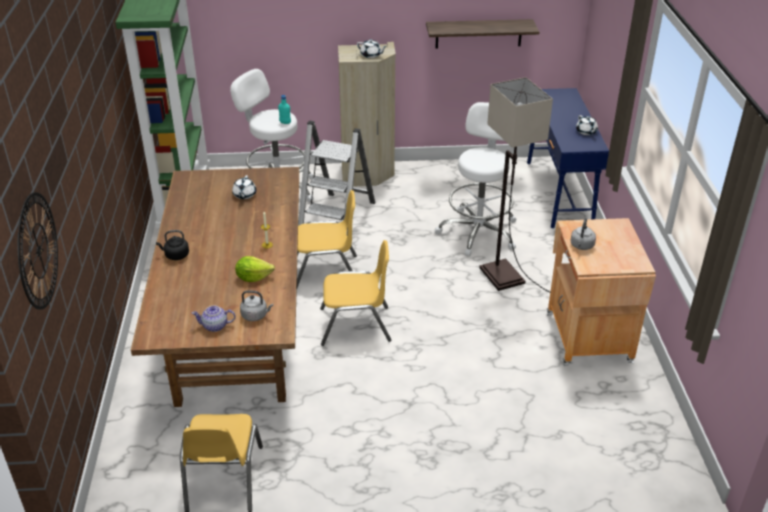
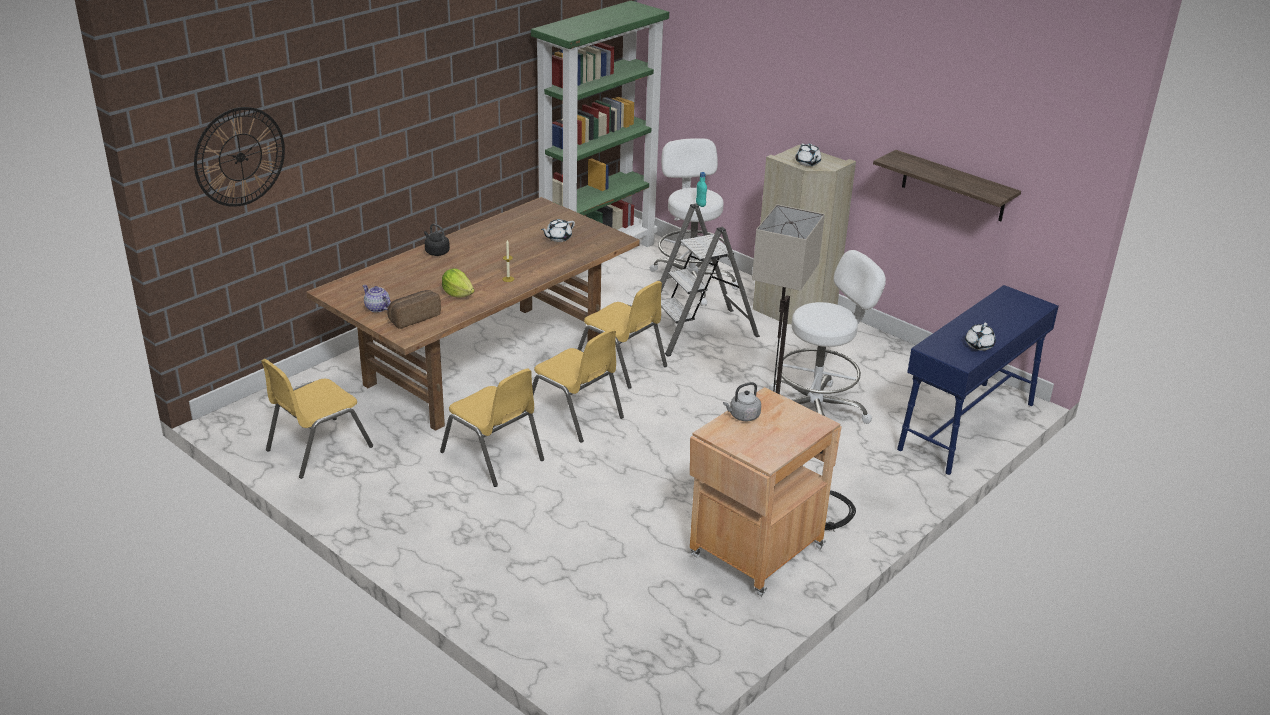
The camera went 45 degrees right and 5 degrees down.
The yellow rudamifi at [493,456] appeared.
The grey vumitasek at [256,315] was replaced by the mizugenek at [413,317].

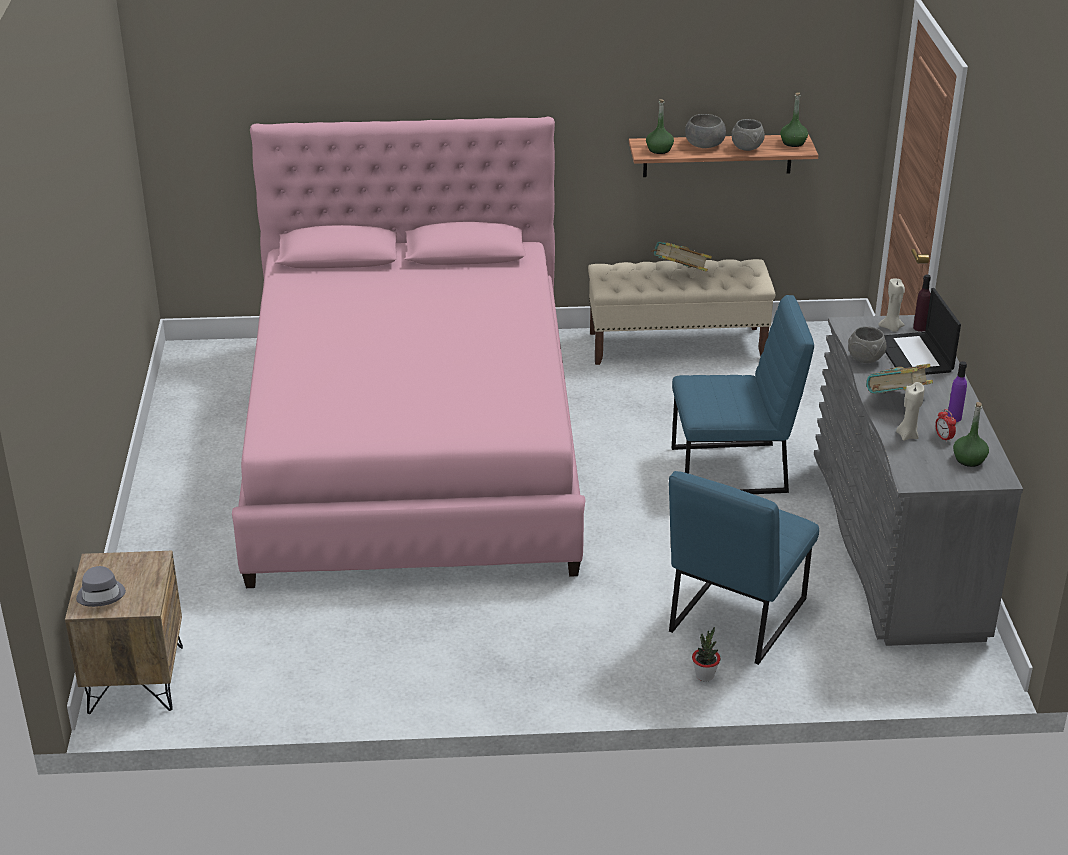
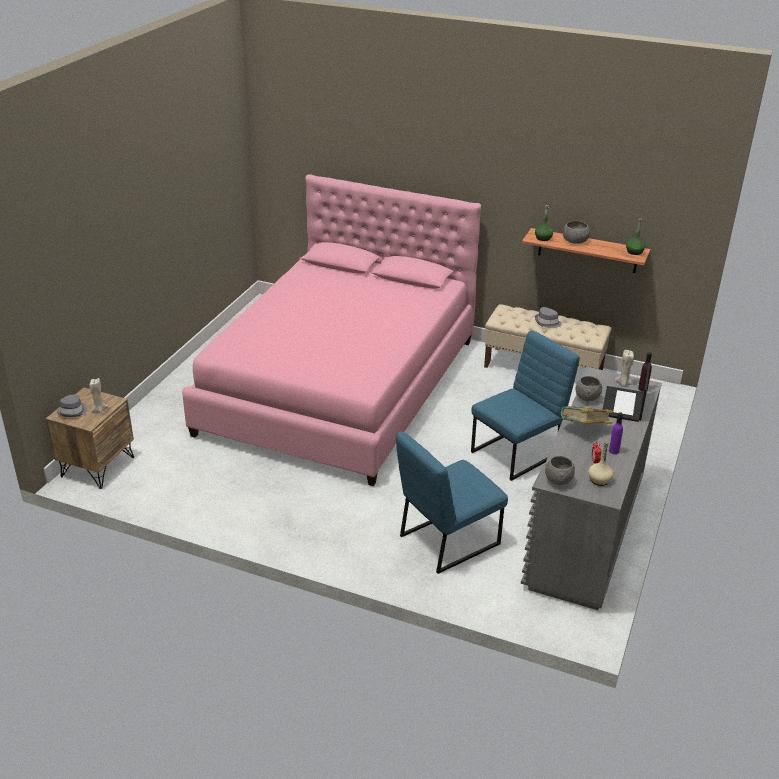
The camera went 25 degrees right and 0 degrees up.
The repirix at [704,675] disappeared.
The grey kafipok moved from [747,148] to [558,481].
The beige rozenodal moved from [907,435] to [99,409].
The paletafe at [679,274] was replaced by the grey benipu at [547,322].
The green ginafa at [969,459] became the beige ginafa at [599,480].
The blue rudamifi at [733,470] turned 60 degrees counterclockwise.

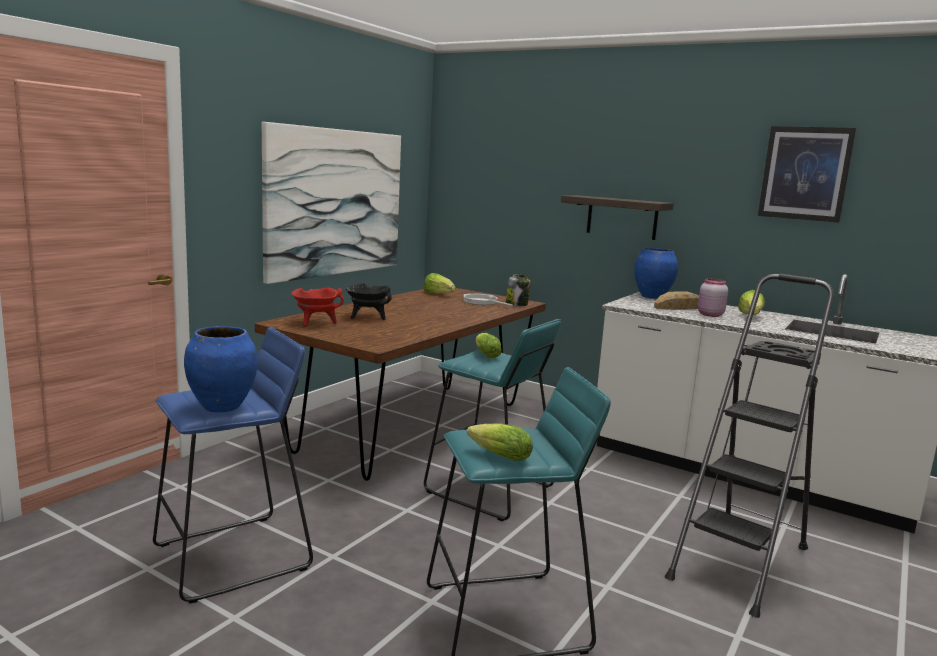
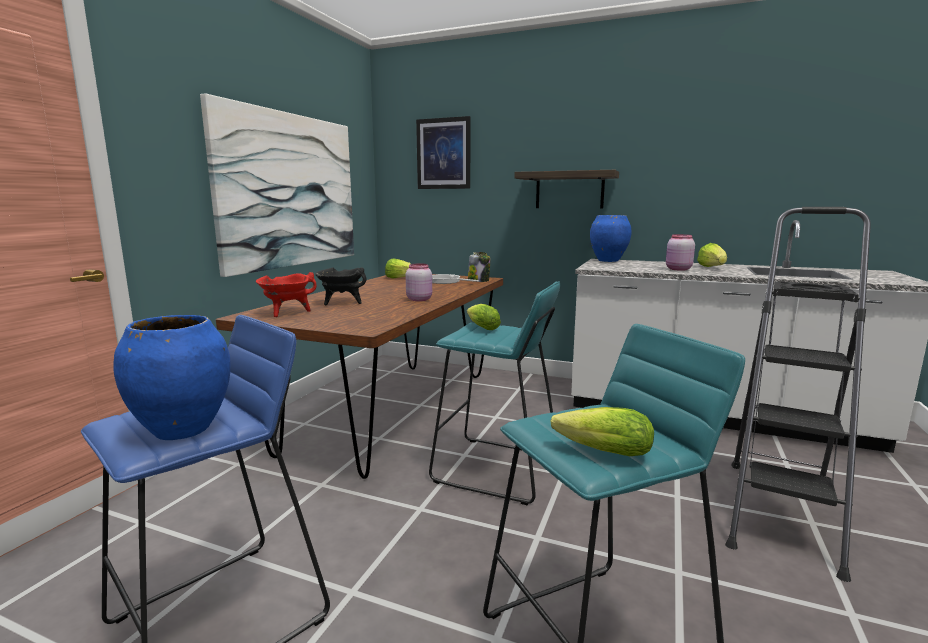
The camera went 10 degrees left and 0 degrees up.
The mizugenek at [678,307] disappeared.
The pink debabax at [419,299] appeared.
The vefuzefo moved from [805,173] to [443,154].

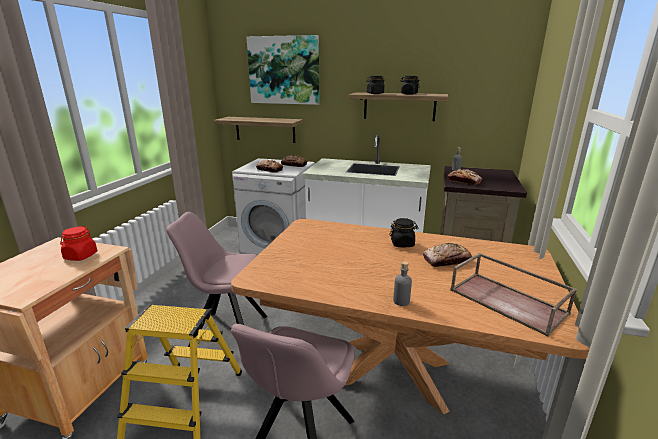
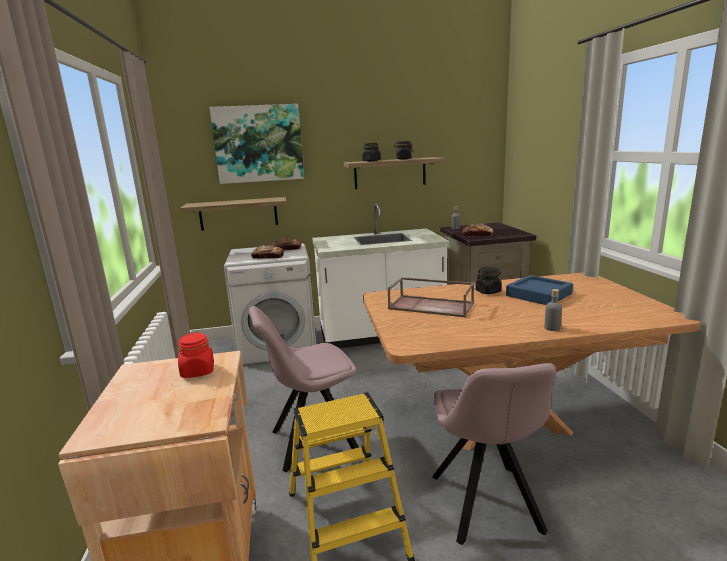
The camera went 25 degrees left and 5 degrees down.
The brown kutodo moved from [508,301] to [432,306].
The mizugenek at [446,260] was replaced by the blue kutodo at [538,295].

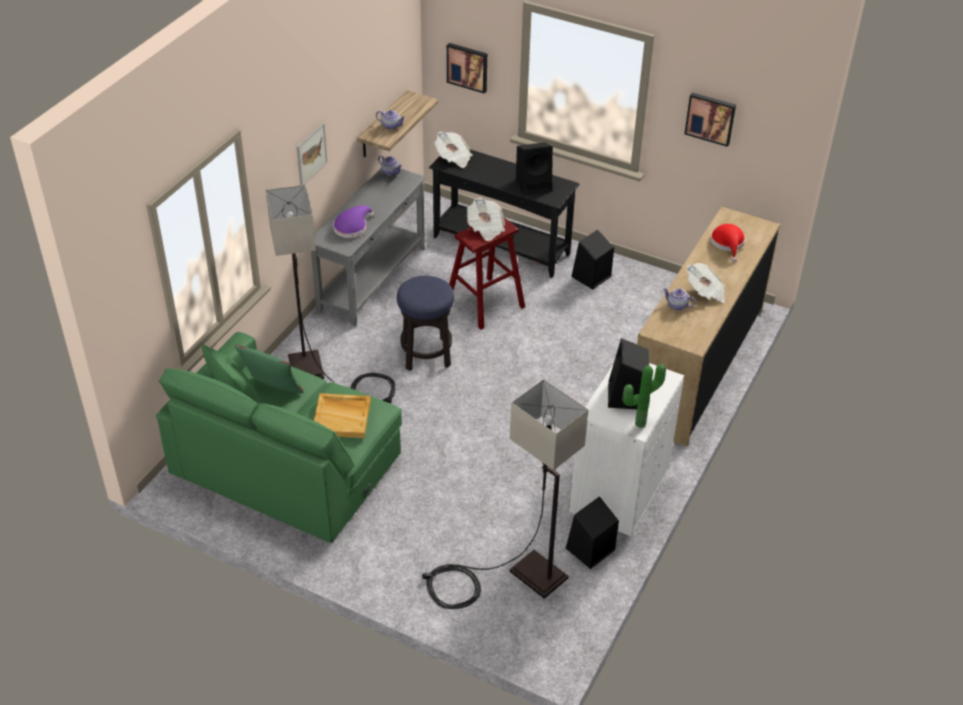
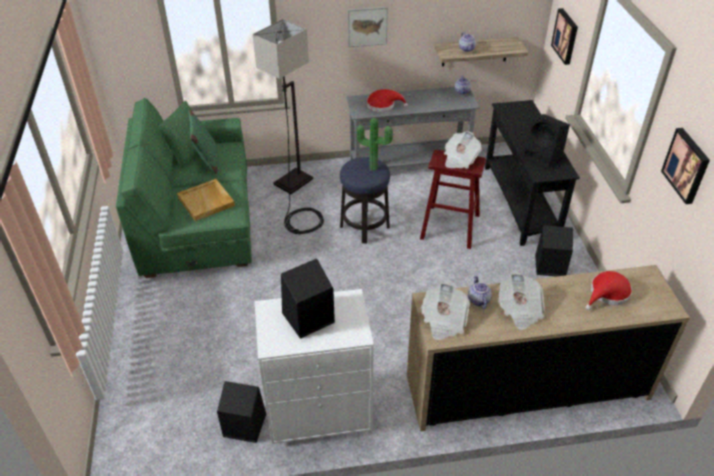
The camera went 55 degrees right and 0 degrees up.
The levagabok at [492,581] disappeared.
The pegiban moved from [453,158] to [443,321].
The repirix moved from [638,422] to [374,167].
The purple benipu at [352,227] became the red benipu at [383,105].

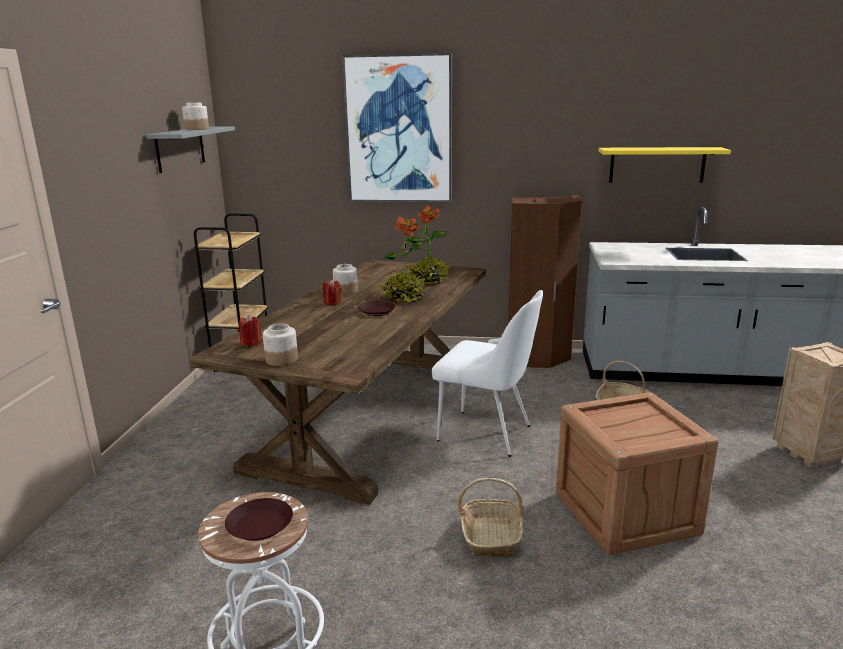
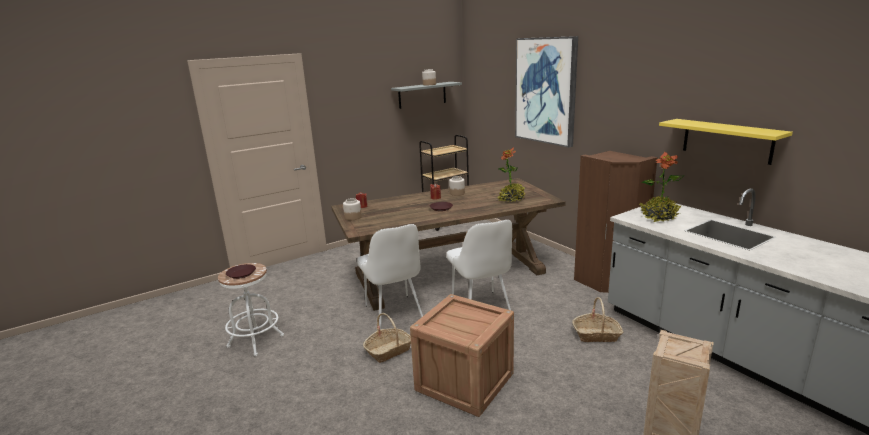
The camera went 50 degrees right and 0 degrees up.
The white rudamifi at [395,313] appeared.
The repirix moved from [404,297] to [658,217].

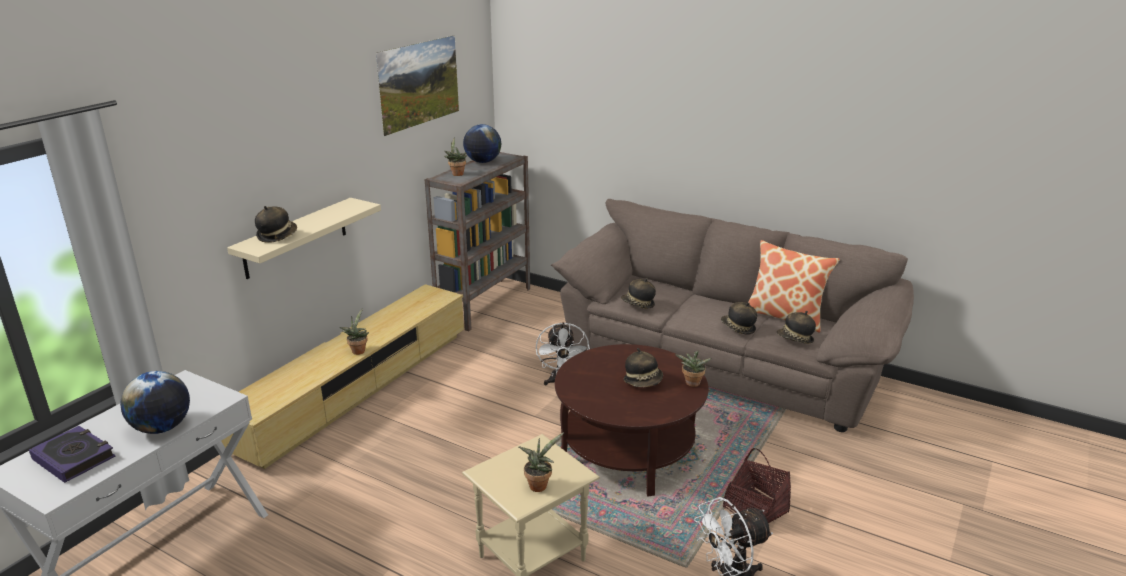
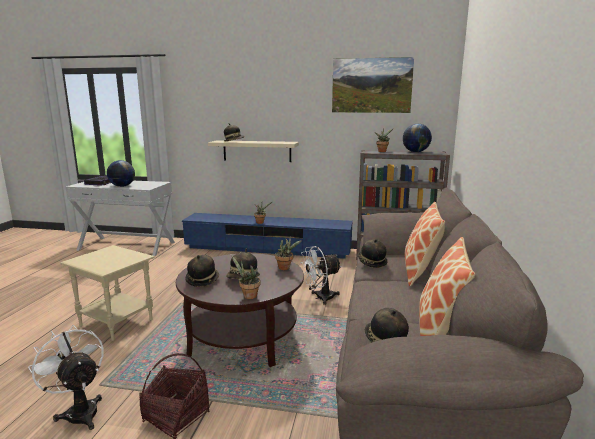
The camera went 70 degrees right and 10 degrees down.
The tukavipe at [420,272] appeared.
The repirix moved from [539,484] to [286,268].
The benipu moved from [737,328] to [202,280].
The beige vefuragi at [357,389] became the blue vefuragi at [267,249].

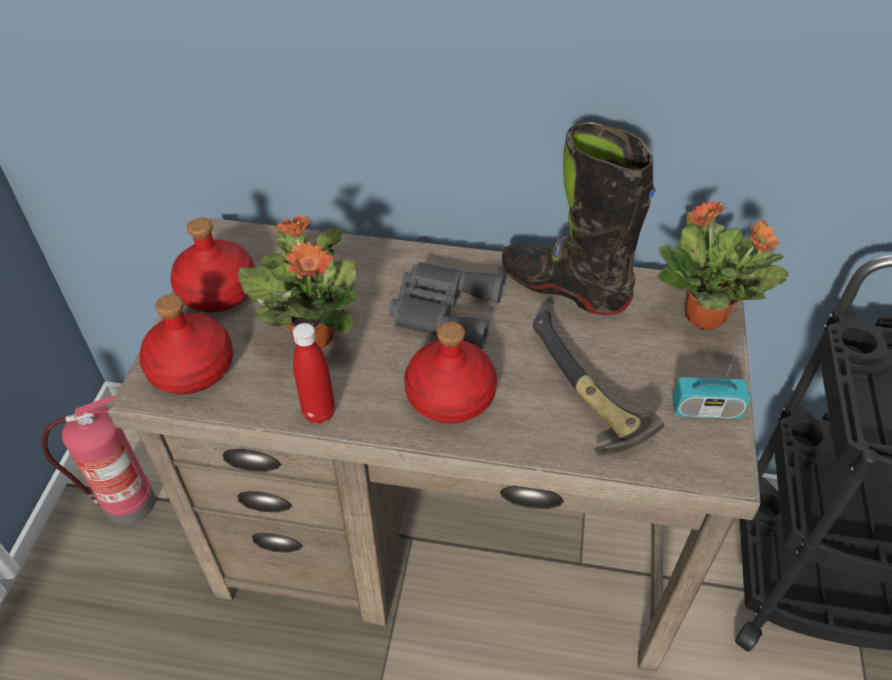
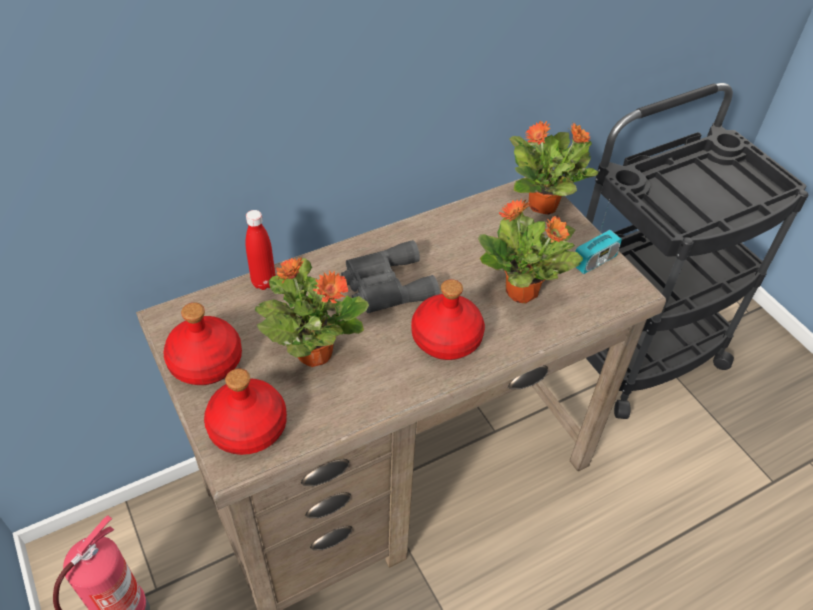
The camera went 40 degrees left and 0 degrees up.
The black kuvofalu at [564,287] disappeared.
The red ginafa moved from [319,412] to [264,282].
The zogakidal at [582,396] was replaced by the repirix at [522,292].

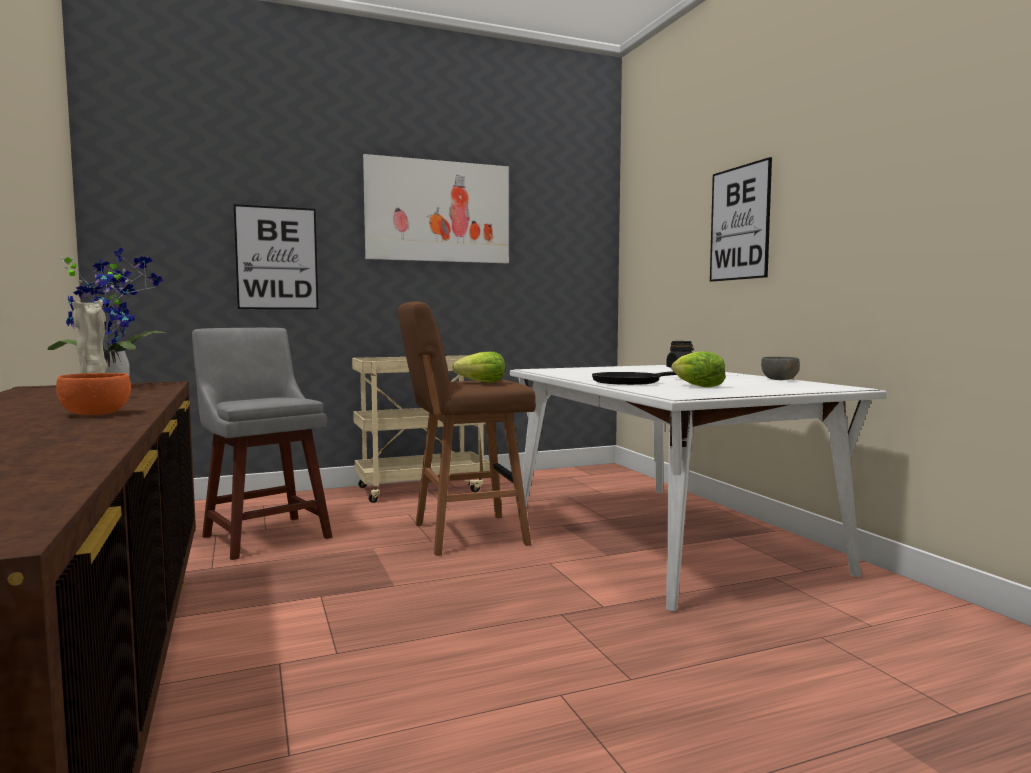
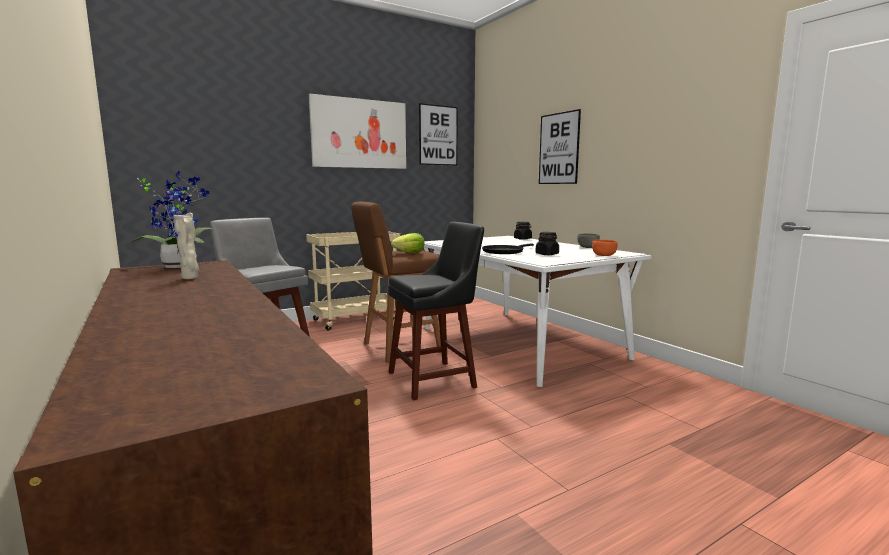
The camera went 10 degrees left and 5 degrees up.
The black rudamifi at [436,379] appeared.
The orange kafipok moved from [96,413] to [604,255].
The vefuzefo moved from [277,258] to [438,135].
The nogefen at [697,386] was replaced by the black debabax at [547,254].

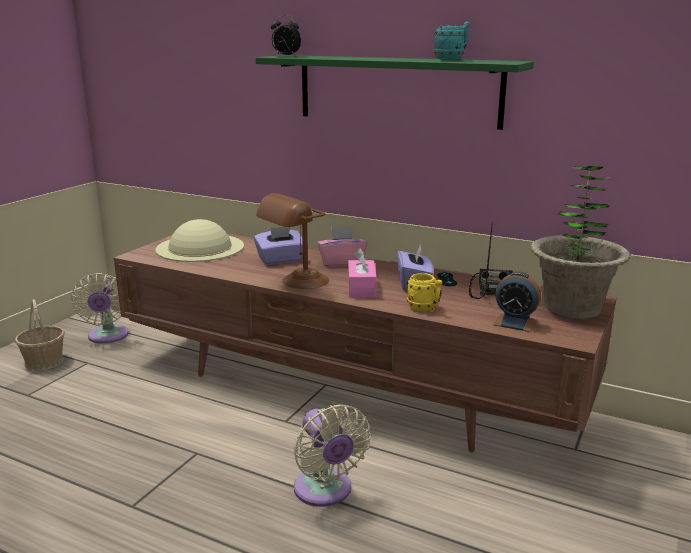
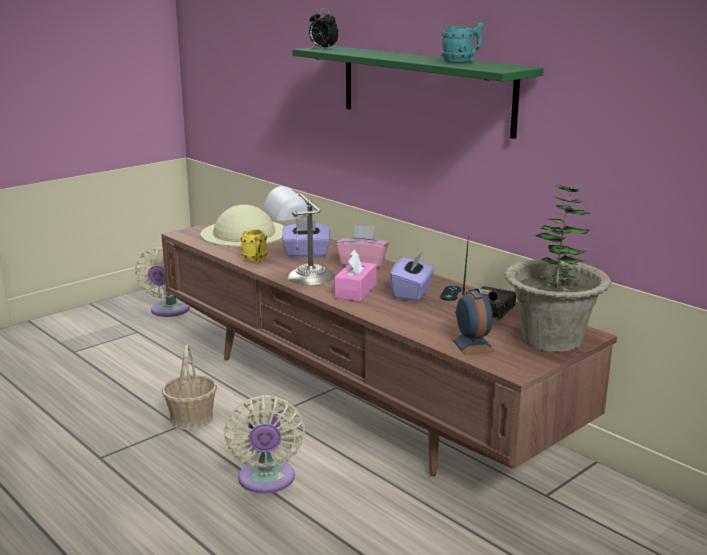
The camera went 20 degrees right and 0 degrees up.
The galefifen moved from [44,361] to [192,418].
The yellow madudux moved from [425,309] to [255,260].
The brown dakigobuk at [298,283] became the white dakigobuk at [301,278].
The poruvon at [515,323] turned 150 degrees counterclockwise.

